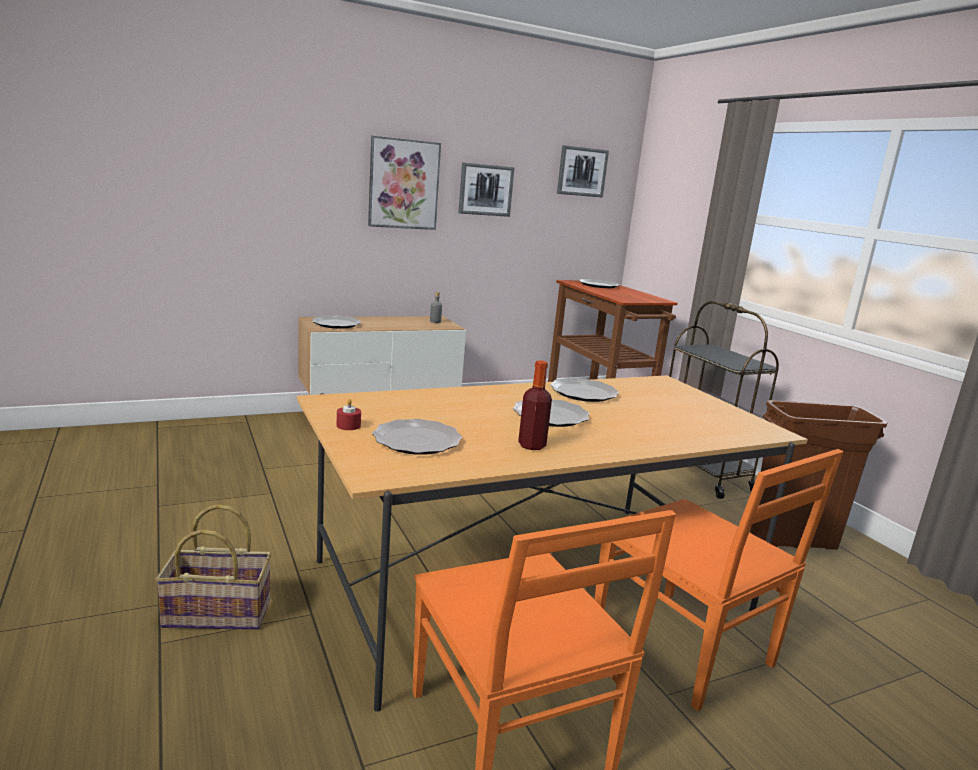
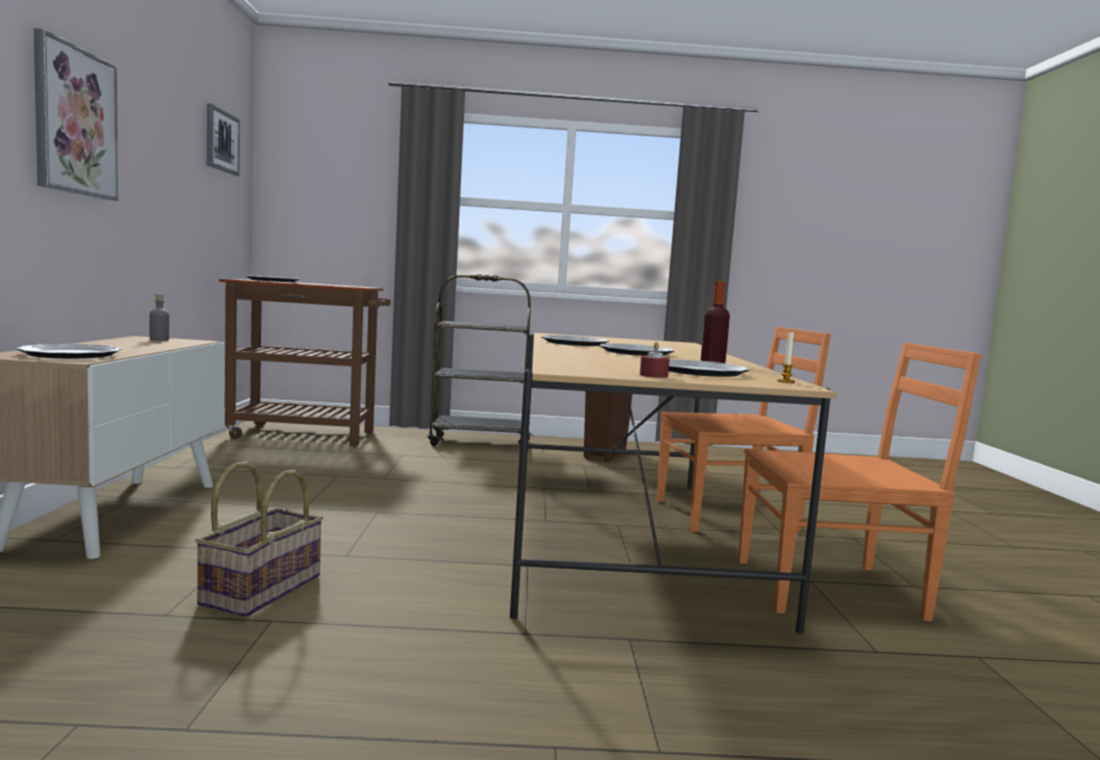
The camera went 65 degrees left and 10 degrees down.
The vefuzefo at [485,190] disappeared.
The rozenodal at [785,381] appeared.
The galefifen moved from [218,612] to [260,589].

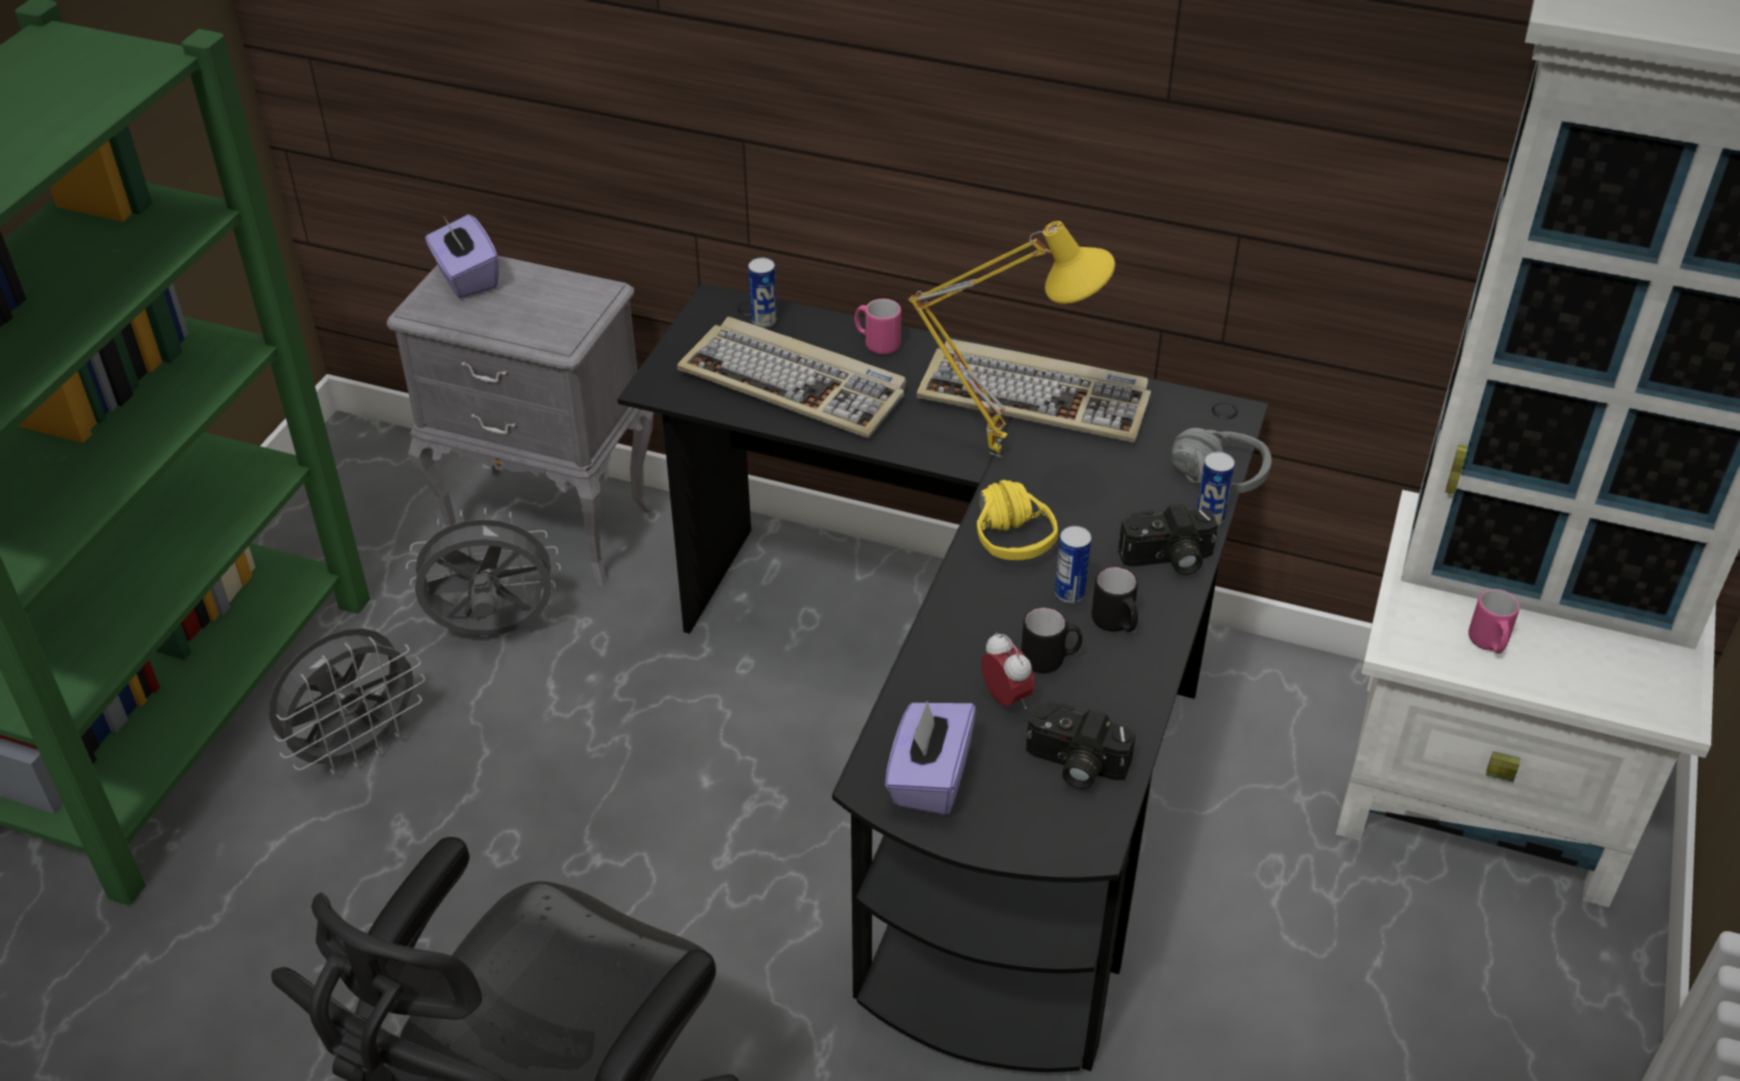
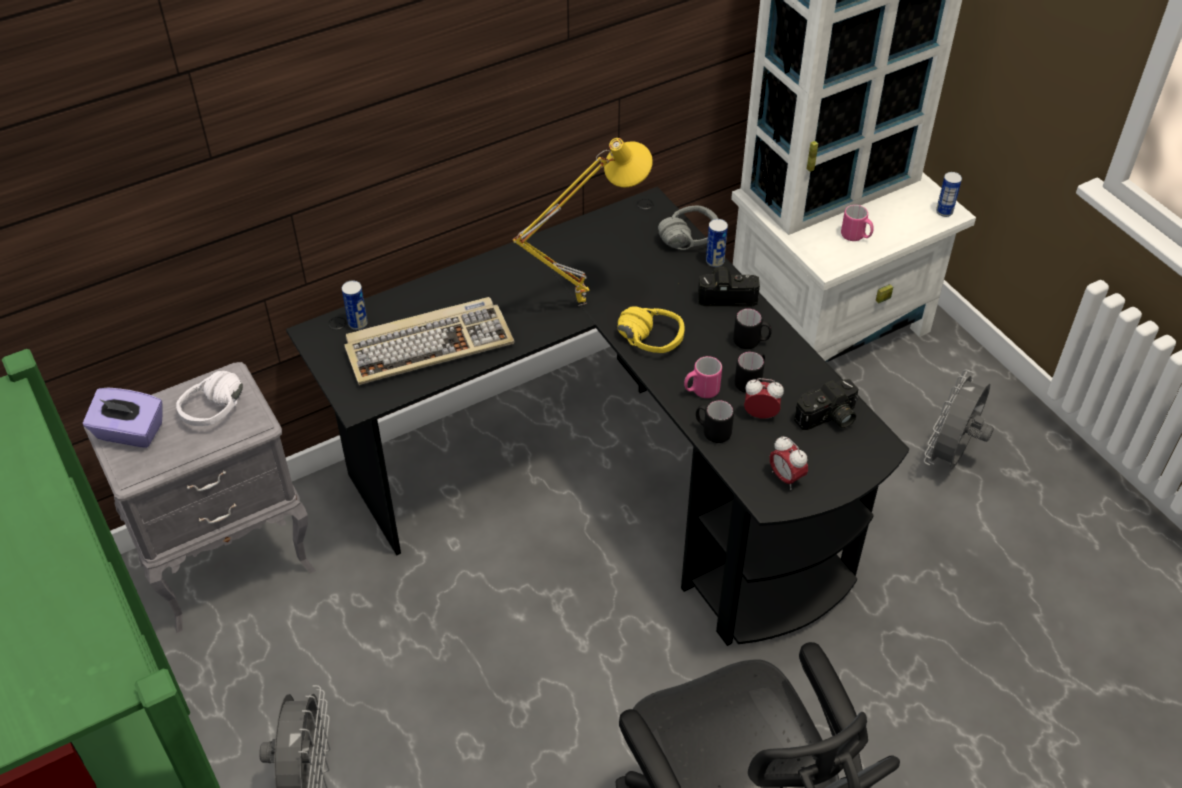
The camera went 50 degrees left and 5 degrees up.
The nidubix at [1036,397] disappeared.
The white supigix at [222,413] appeared.
The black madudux at [712,431] appeared.
The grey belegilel moved from [493,631] to [951,456].
The pink madudux moved from [876,343] to [701,391].
The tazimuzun moved from [1069,594] to [944,212].
The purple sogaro at [929,778] was replaced by the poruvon at [786,478].
The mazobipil at [1168,560] turned 120 degrees counterclockwise.

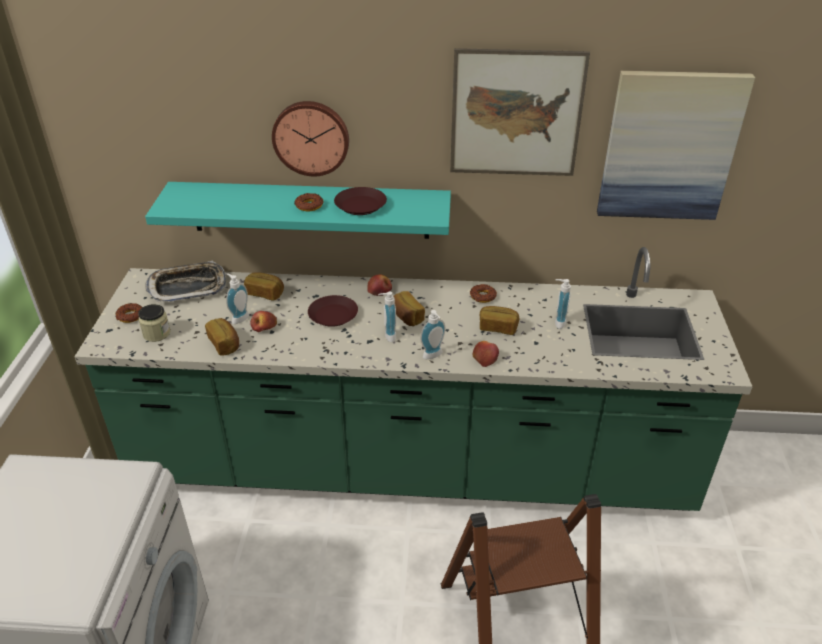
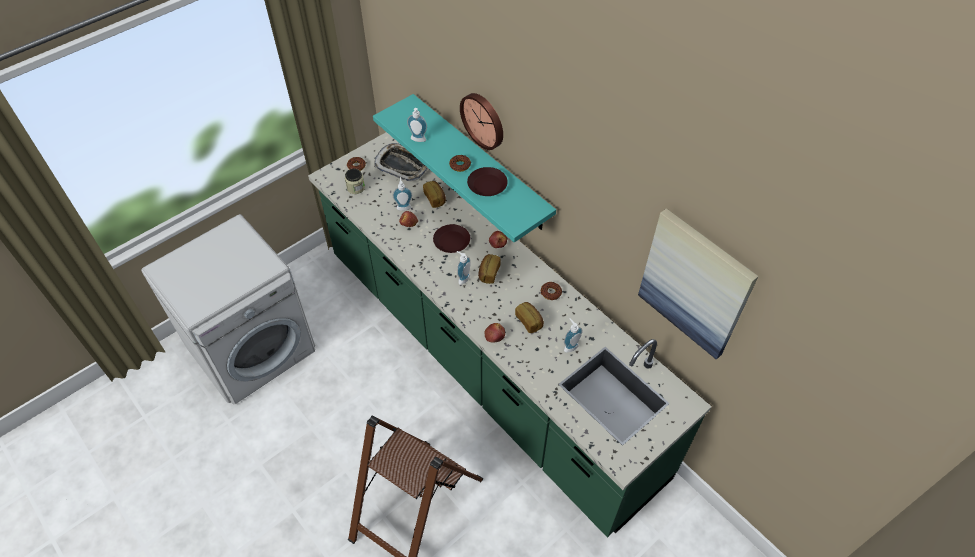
The camera went 45 degrees right and 15 degrees up.
The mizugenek at [225,344] disappeared.
The vefuzefo at [516,114] disappeared.
The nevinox moved from [434,356] to [417,140].

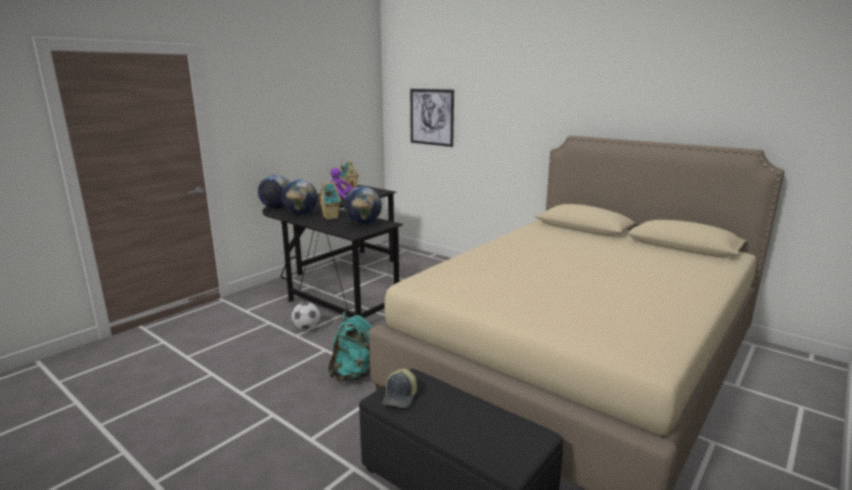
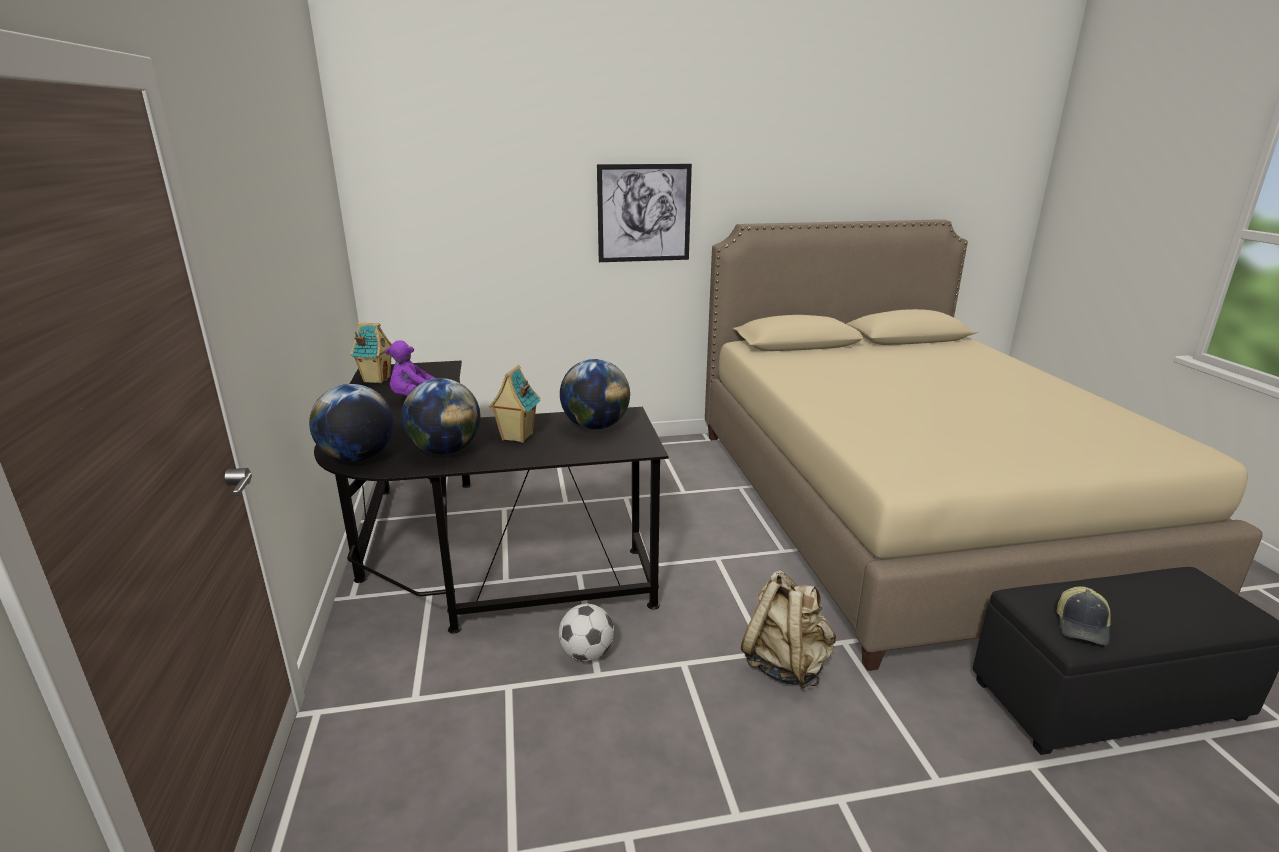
The camera went 50 degrees left and 5 degrees up.
The vefuzefo moved from [431,117] to [644,213].
The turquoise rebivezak at [355,374] became the beige rebivezak at [785,664].
The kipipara at [400,396] turned 60 degrees clockwise.

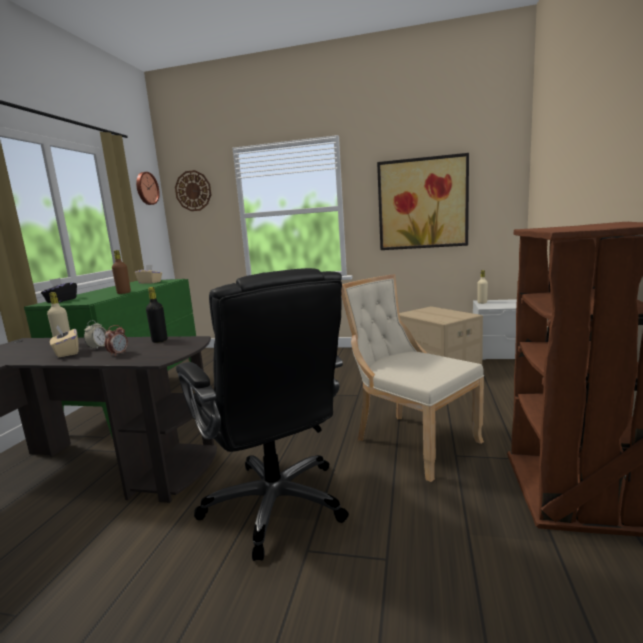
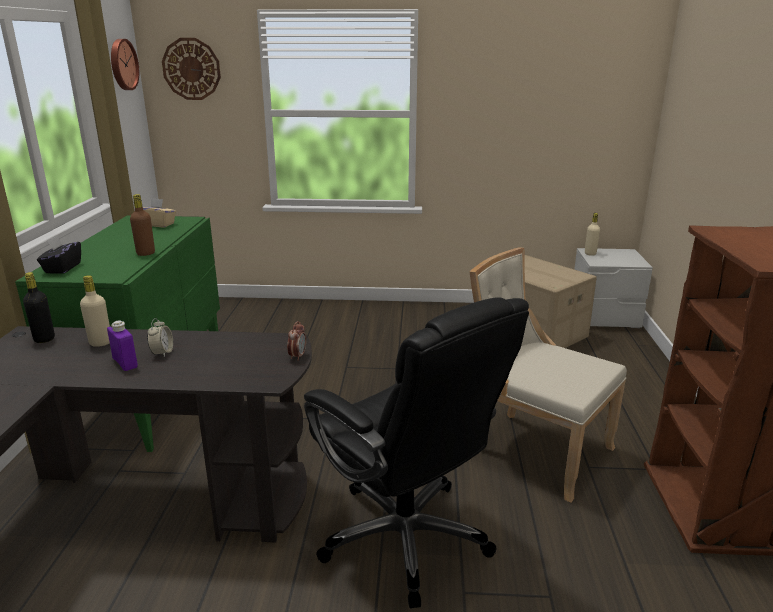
The camera went 10 degrees left and 10 degrees up.
The vefuzefo at [422,203] disappeared.
The poruvon moved from [118,354] to [297,356].
The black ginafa moved from [159,341] to [44,339].
The beige sogaro at [67,353] was replaced by the purple ginafa at [125,363].

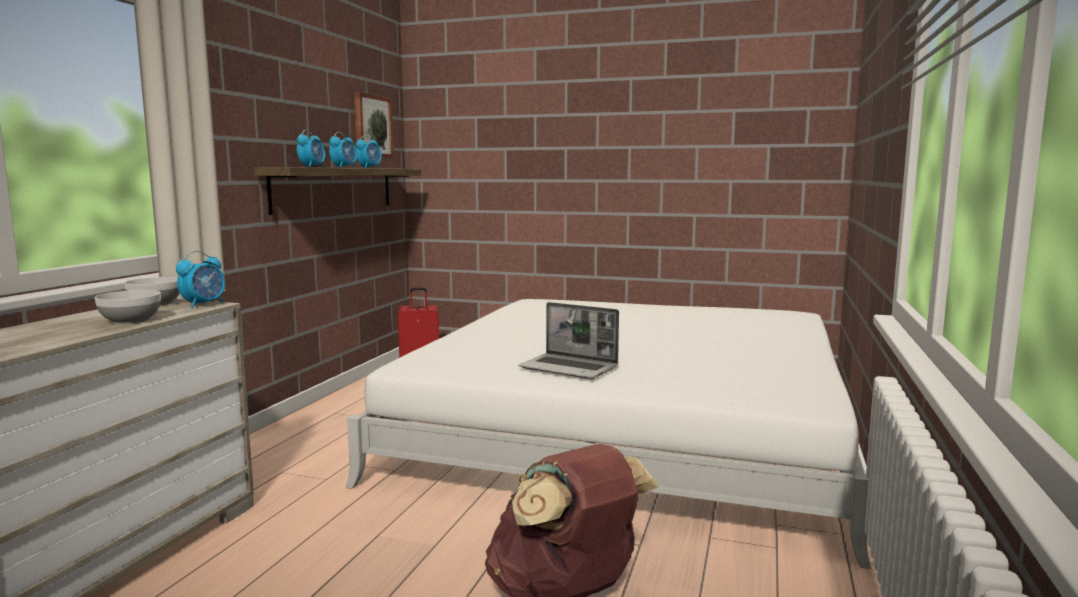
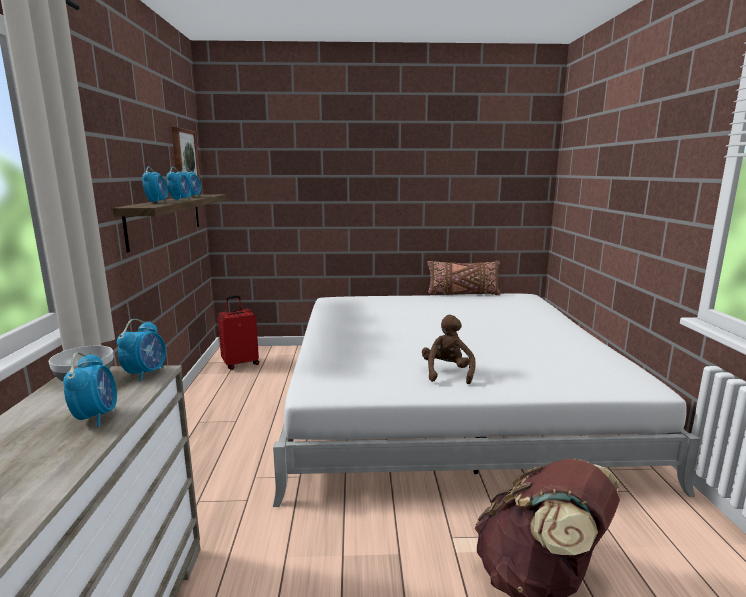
The camera went 20 degrees left and 5 degrees up.
The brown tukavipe at [462,294] appeared.
The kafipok at [130,320] was replaced by the poruvon at [96,416].
The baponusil at [570,368] was replaced by the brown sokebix at [447,373].

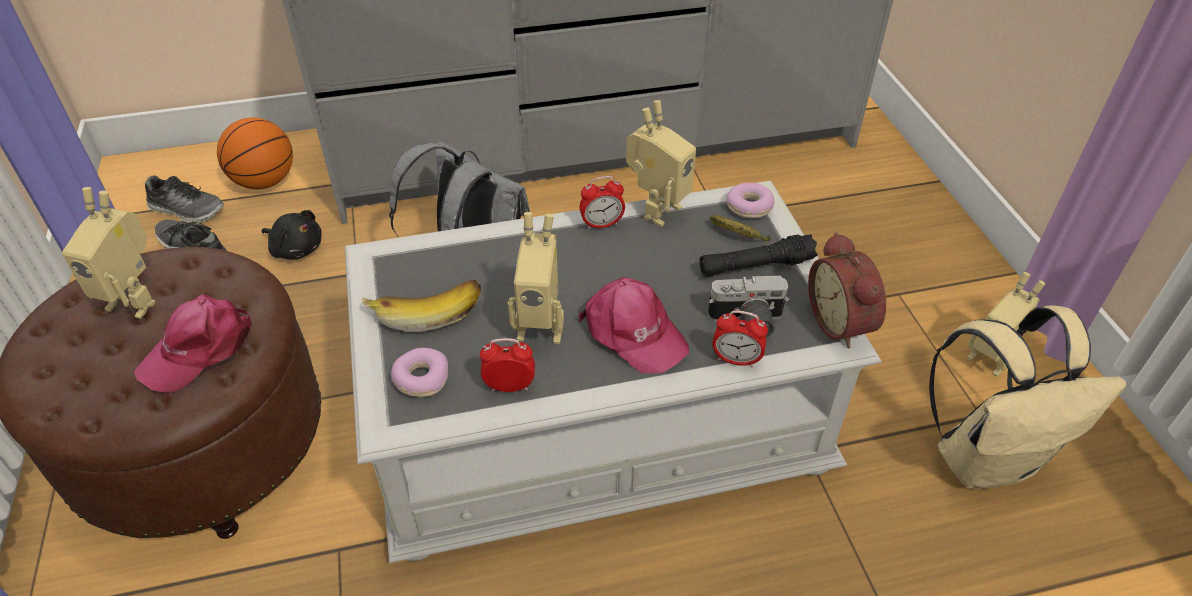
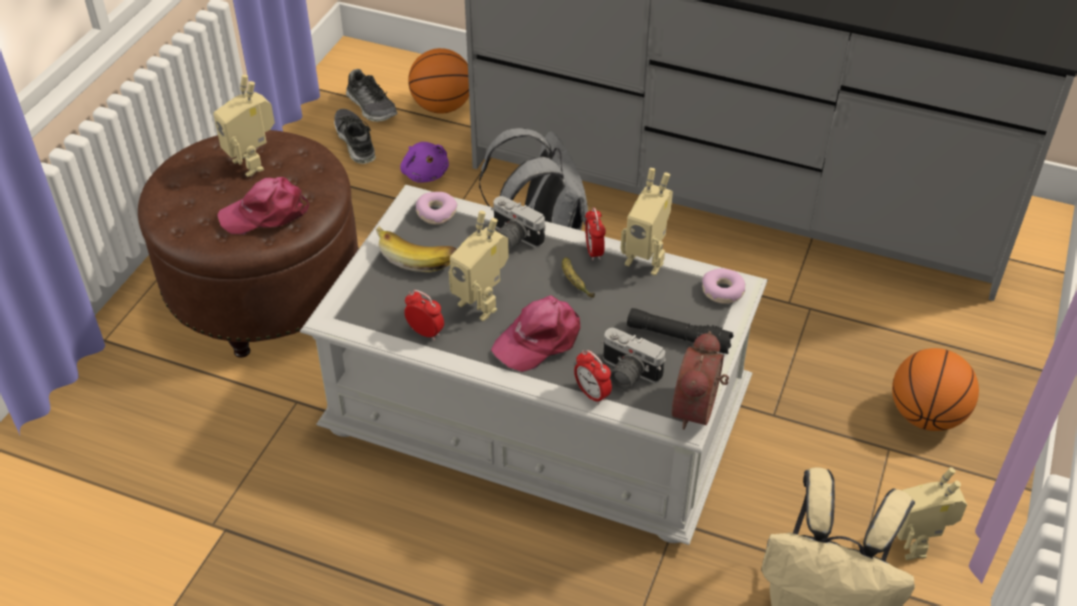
The camera went 35 degrees right and 0 degrees up.
The mazobipil at [512,239] appeared.
The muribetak at [926,416] appeared.
The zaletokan moved from [421,378] to [436,213].
The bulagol moved from [737,235] to [574,282].
The black sokebix at [296,249] became the purple sokebix at [425,173].
The pink kipipara at [633,332] turned 60 degrees clockwise.
The poruvon at [602,224] turned 60 degrees clockwise.
The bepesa at [656,210] turned 45 degrees clockwise.

